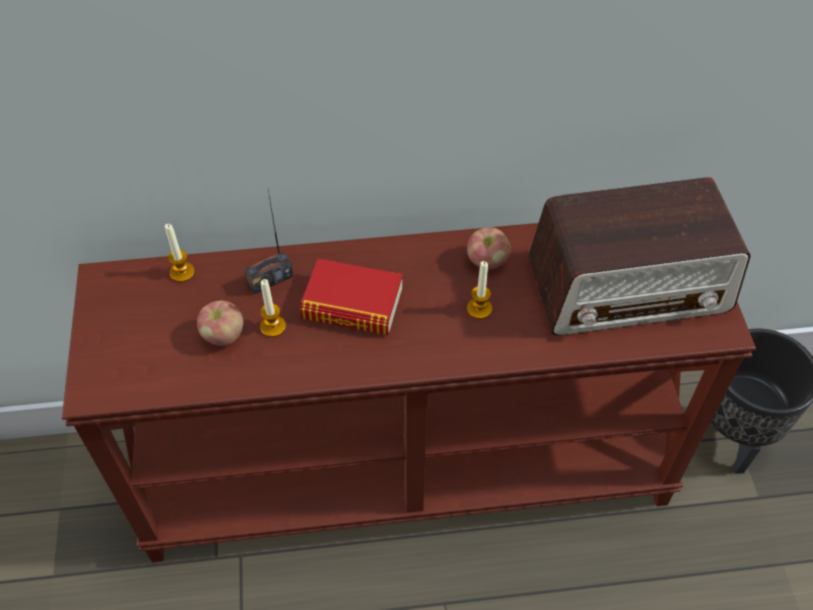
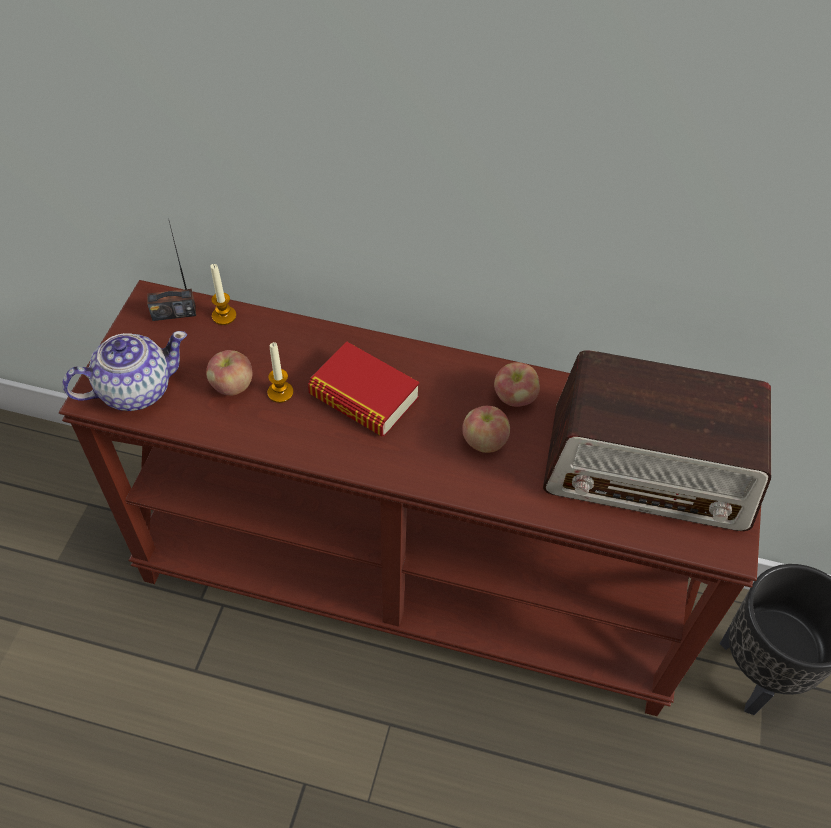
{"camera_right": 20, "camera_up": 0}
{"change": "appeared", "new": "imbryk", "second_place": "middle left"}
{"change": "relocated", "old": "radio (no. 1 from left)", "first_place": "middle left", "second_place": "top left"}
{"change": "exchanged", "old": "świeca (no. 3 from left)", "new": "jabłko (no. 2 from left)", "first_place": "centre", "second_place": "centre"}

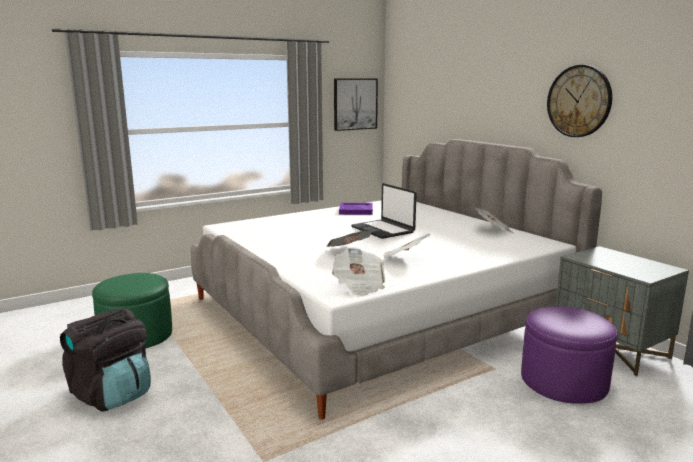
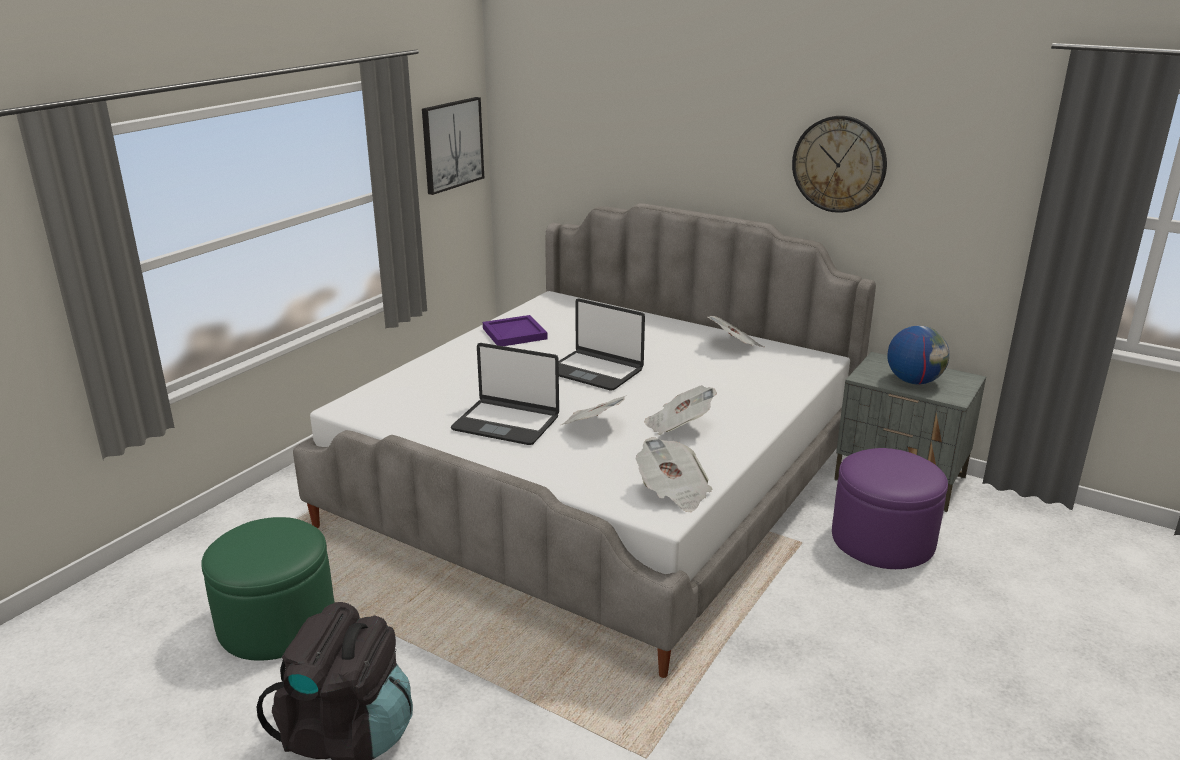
{"camera_right": -25, "camera_up": 10}
{"change": "appeared", "new": "laptop (no. 1 from left)", "second_place": "centre"}
{"change": "appeared", "new": "globus", "second_place": "middle right"}

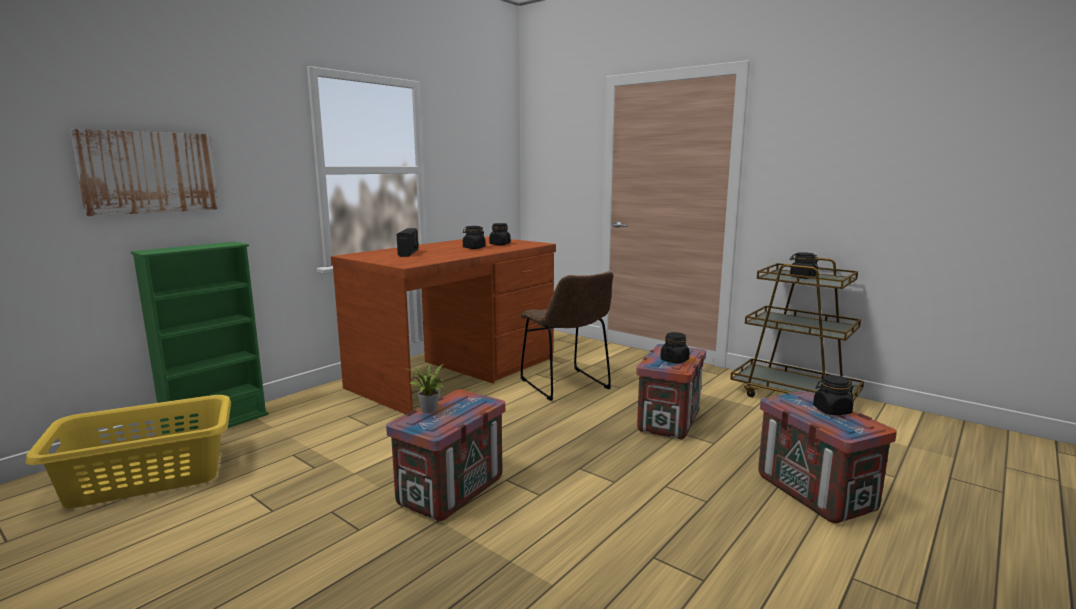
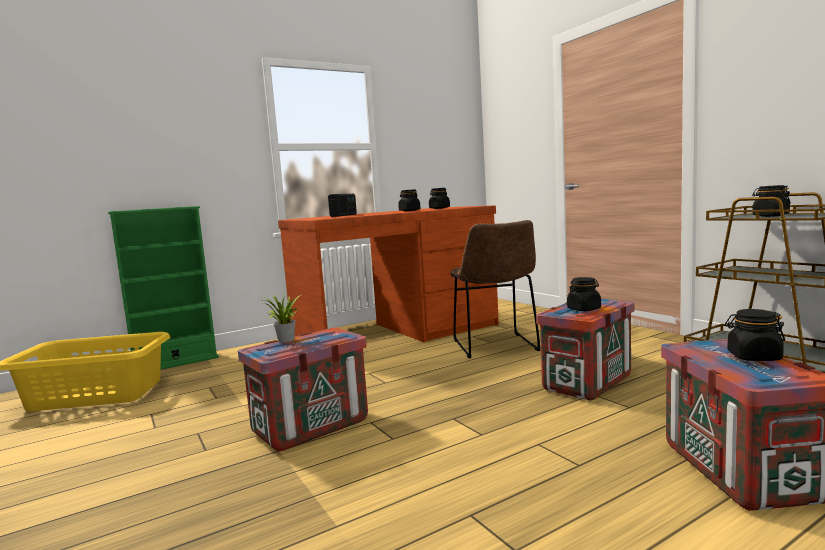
{"camera_right": 20, "camera_up": -5}
{"change": "missing", "old": "obraz", "first_place": "top left"}

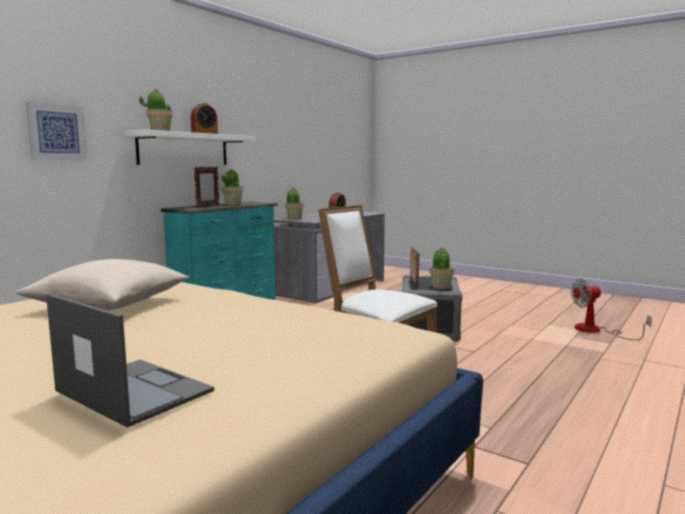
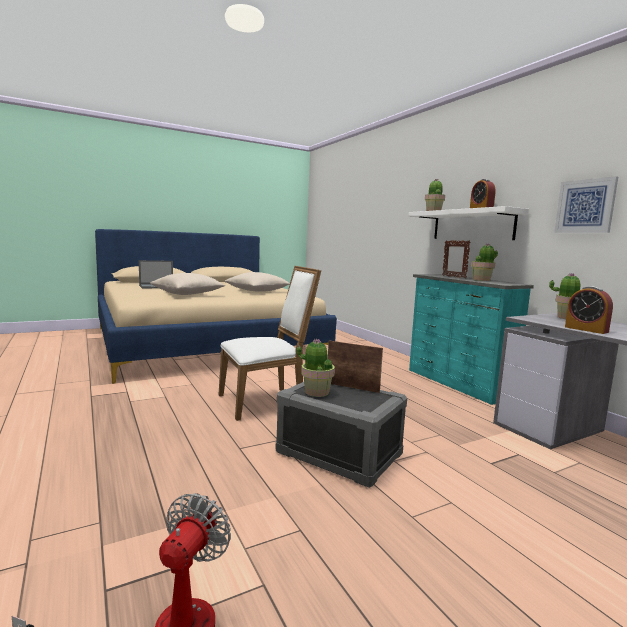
{"camera_right": 115, "camera_up": 0}
{"change": "appeared", "new": "poduszka [beżowy] (no. 1 from left)", "second_place": "middle left"}
{"change": "relocated", "old": "obraz", "first_place": "top left", "second_place": "top right"}

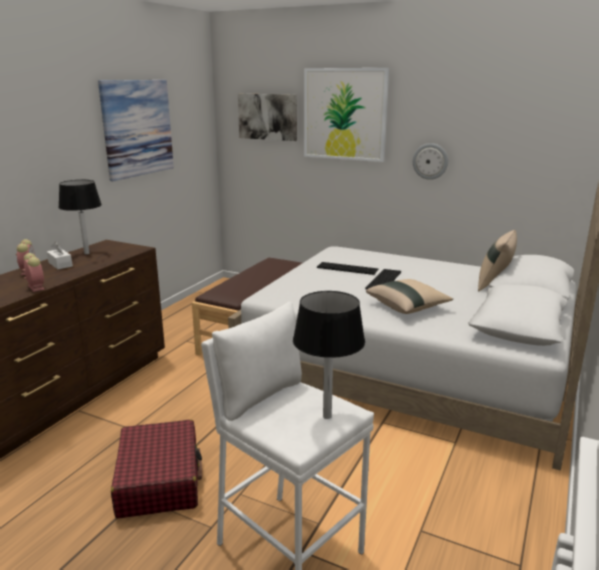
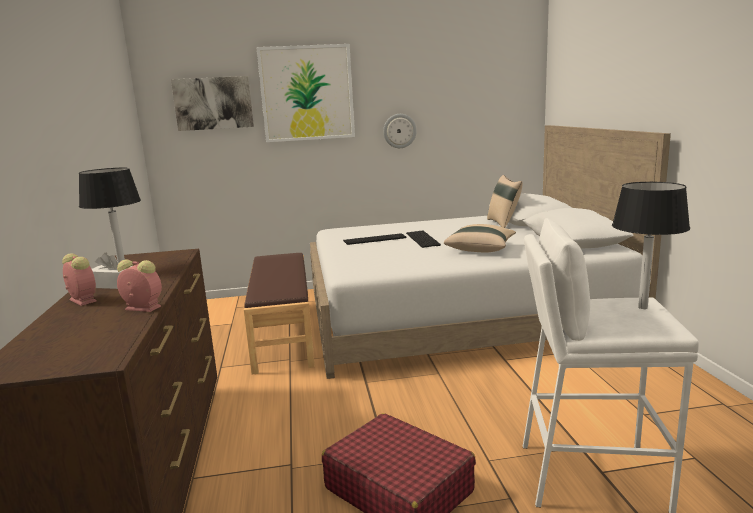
{"camera_right": -35, "camera_up": -5}
{"change": "missing", "old": "obraz (no. 1 from left)", "first_place": "top left"}

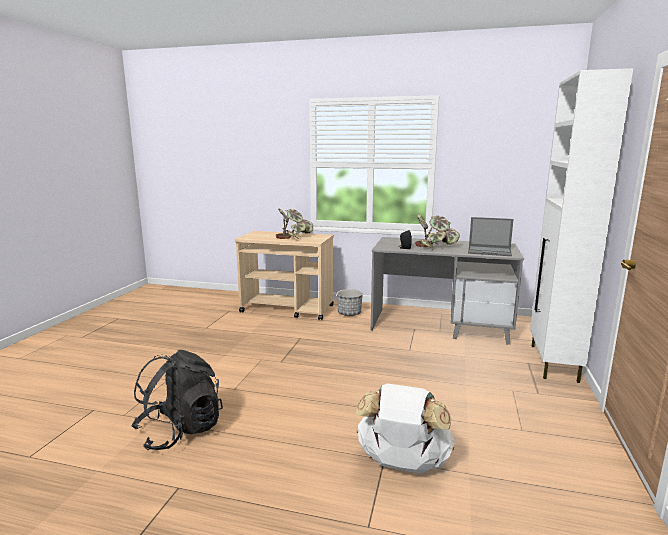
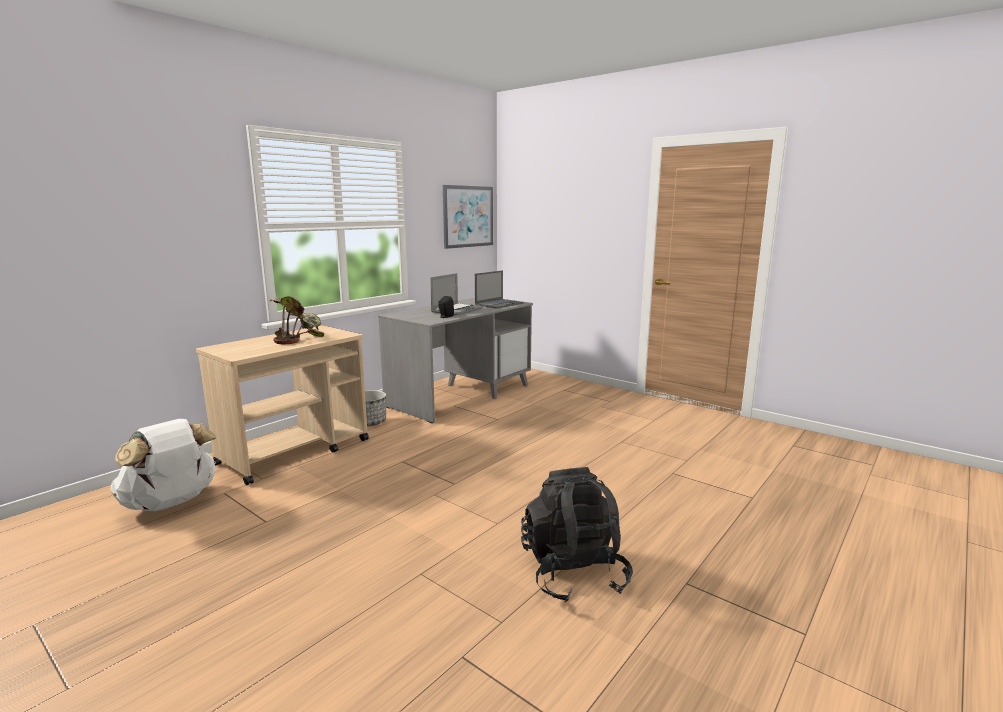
{"camera_right": -65, "camera_up": 0}
{"change": "relocated", "old": "plecak [biały]", "first_place": "bottom centre", "second_place": "middle left"}
{"change": "exchanged", "old": "roślina doniczkowa (no. 2 from left)", "new": "laptop (no. 1 from left)", "first_place": "centre", "second_place": "centre"}
{"change": "appeared", "new": "obraz", "second_place": "top centre"}
{"change": "missing", "old": "szafka [biały]", "first_place": "middle right"}

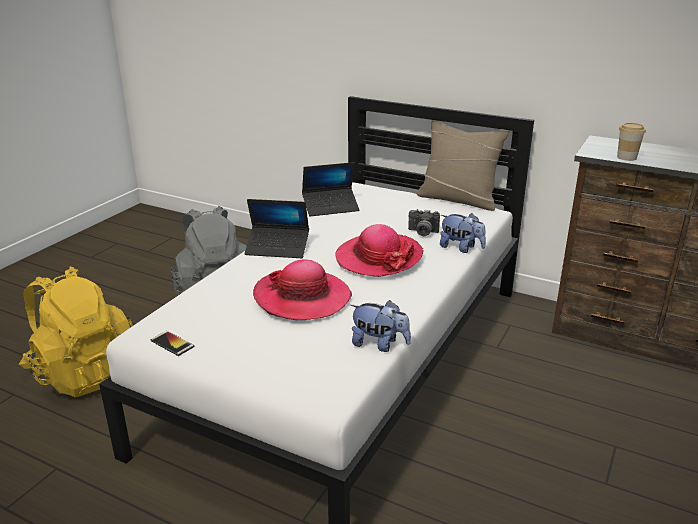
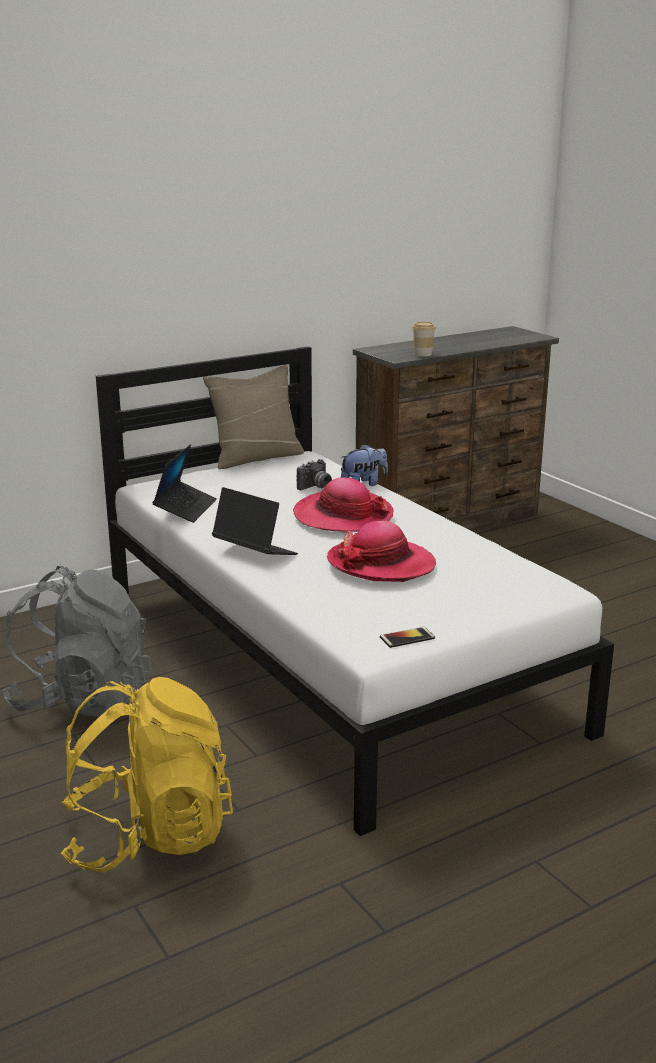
{"camera_right": -60, "camera_up": -5}
{"change": "spun", "old": "laptop (no. 1 from left in the first image)", "first_place": "centre", "second_place": "centre", "degrees": -90}
{"change": "missing", "old": "pluszak (no. 1 from left)", "first_place": "centre"}

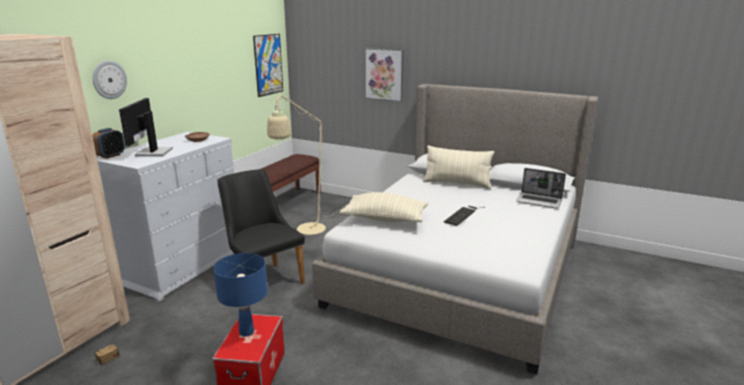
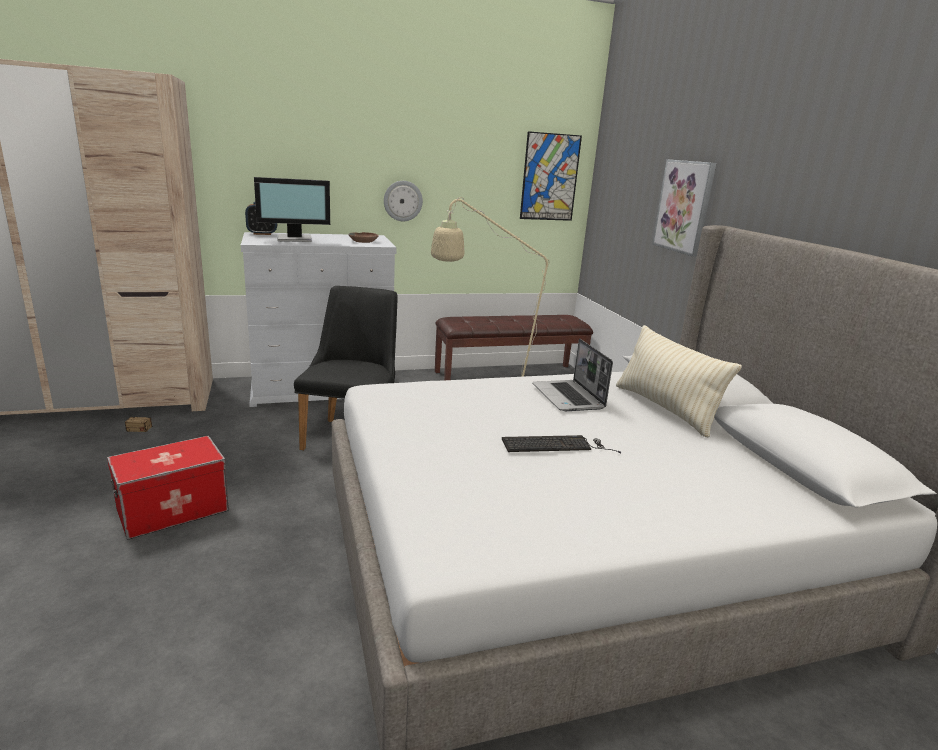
{"camera_right": 45, "camera_up": 0}
{"change": "spun", "old": "monitor", "first_place": "top left", "second_place": "top left", "degrees": -150}
{"change": "relocated", "old": "zegar ścienny", "first_place": "top left", "second_place": "top centre"}
{"change": "relocated", "old": "laptop", "first_place": "middle right", "second_place": "centre"}
{"change": "missing", "old": "lampa stołowa [niebieski]", "first_place": "bottom left"}
{"change": "missing", "old": "poduszka [beżowy] (no. 1 from left)", "first_place": "centre"}

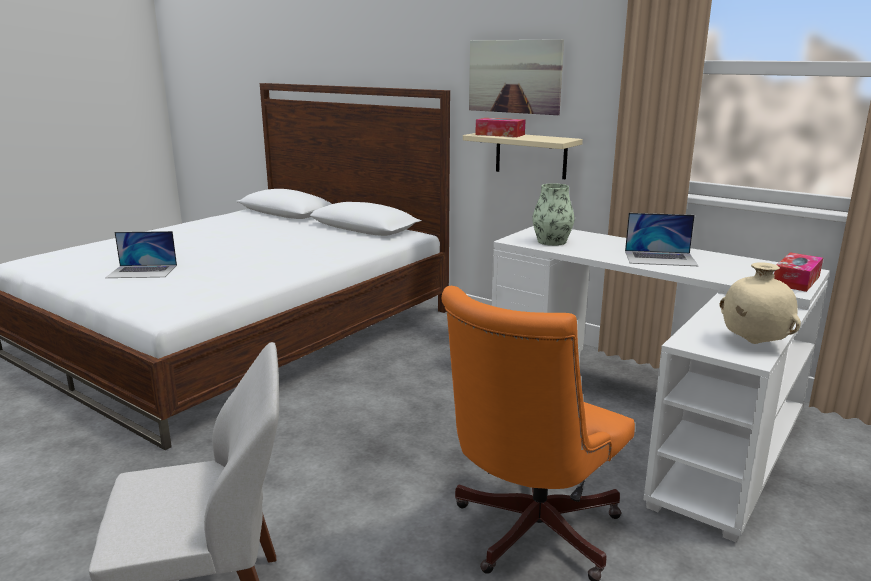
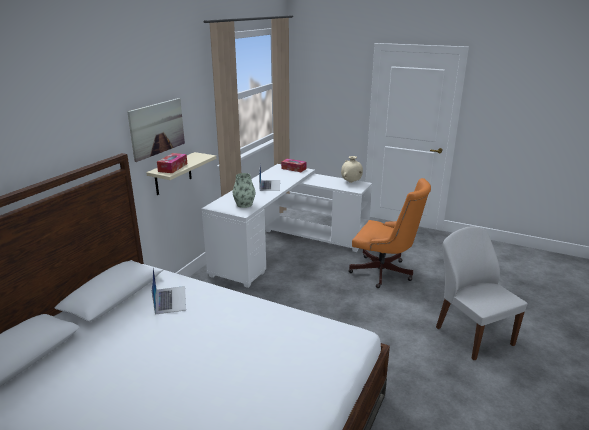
{"camera_right": -100, "camera_up": 5}
{"change": "relocated", "old": "laptop (no. 1 from left)", "first_place": "middle left", "second_place": "bottom left"}

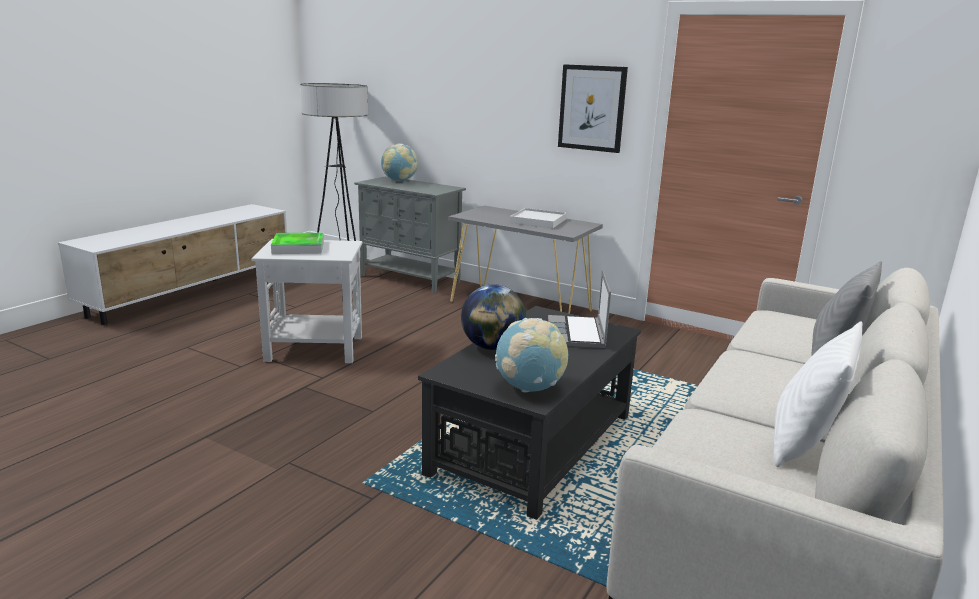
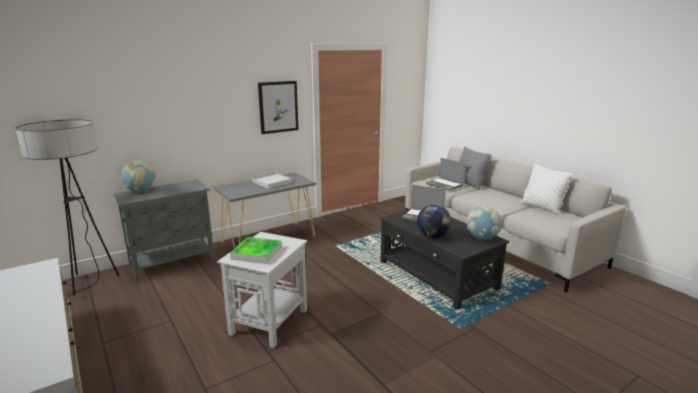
{"camera_right": -65, "camera_up": 0}
{"change": "appeared", "new": "laptop (no. 2 from left)", "second_place": "centre"}

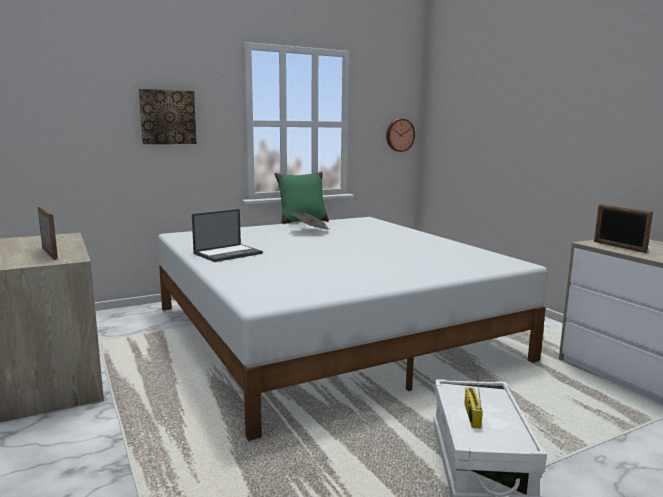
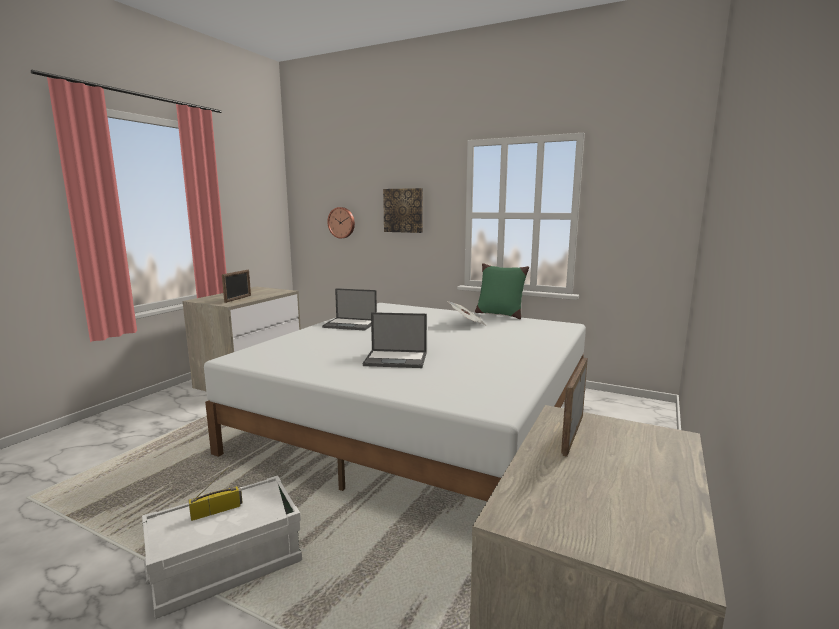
{"camera_right": 55, "camera_up": 0}
{"change": "relocated", "old": "zegar ścienny", "first_place": "top centre", "second_place": "centre"}
{"change": "appeared", "new": "laptop (no. 2 from left)", "second_place": "centre"}

